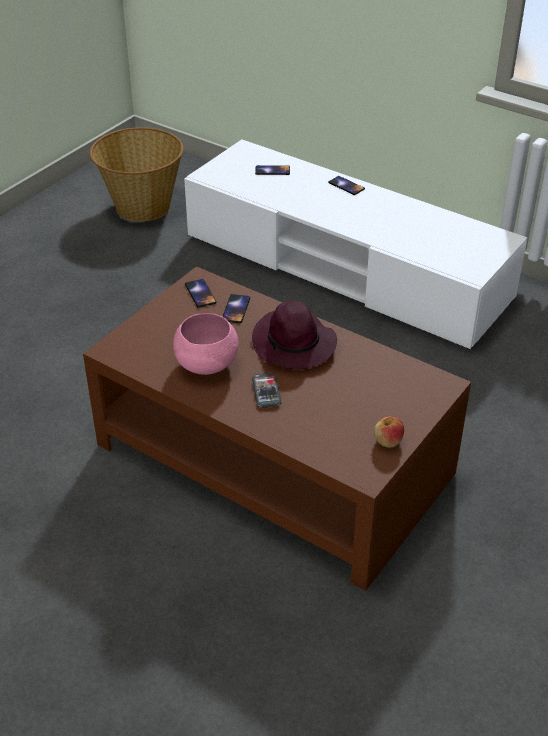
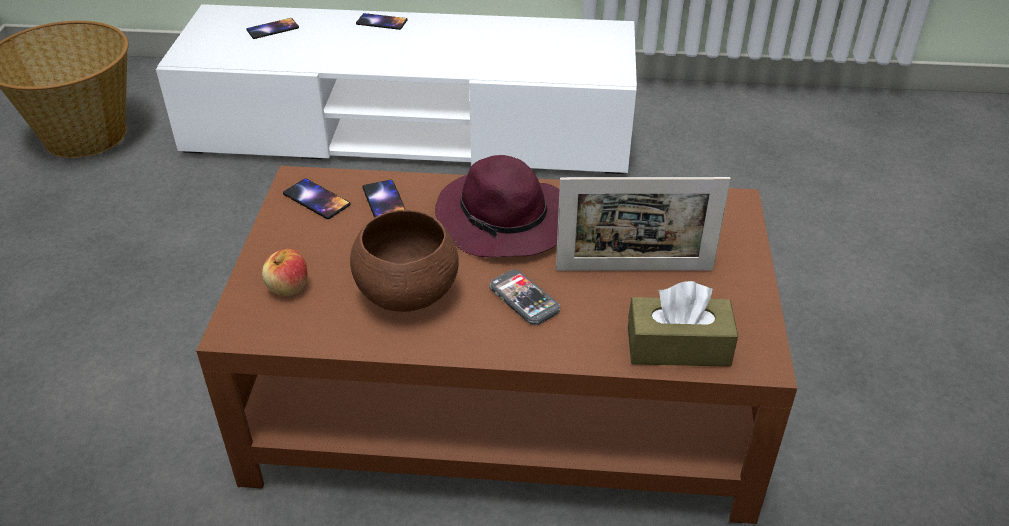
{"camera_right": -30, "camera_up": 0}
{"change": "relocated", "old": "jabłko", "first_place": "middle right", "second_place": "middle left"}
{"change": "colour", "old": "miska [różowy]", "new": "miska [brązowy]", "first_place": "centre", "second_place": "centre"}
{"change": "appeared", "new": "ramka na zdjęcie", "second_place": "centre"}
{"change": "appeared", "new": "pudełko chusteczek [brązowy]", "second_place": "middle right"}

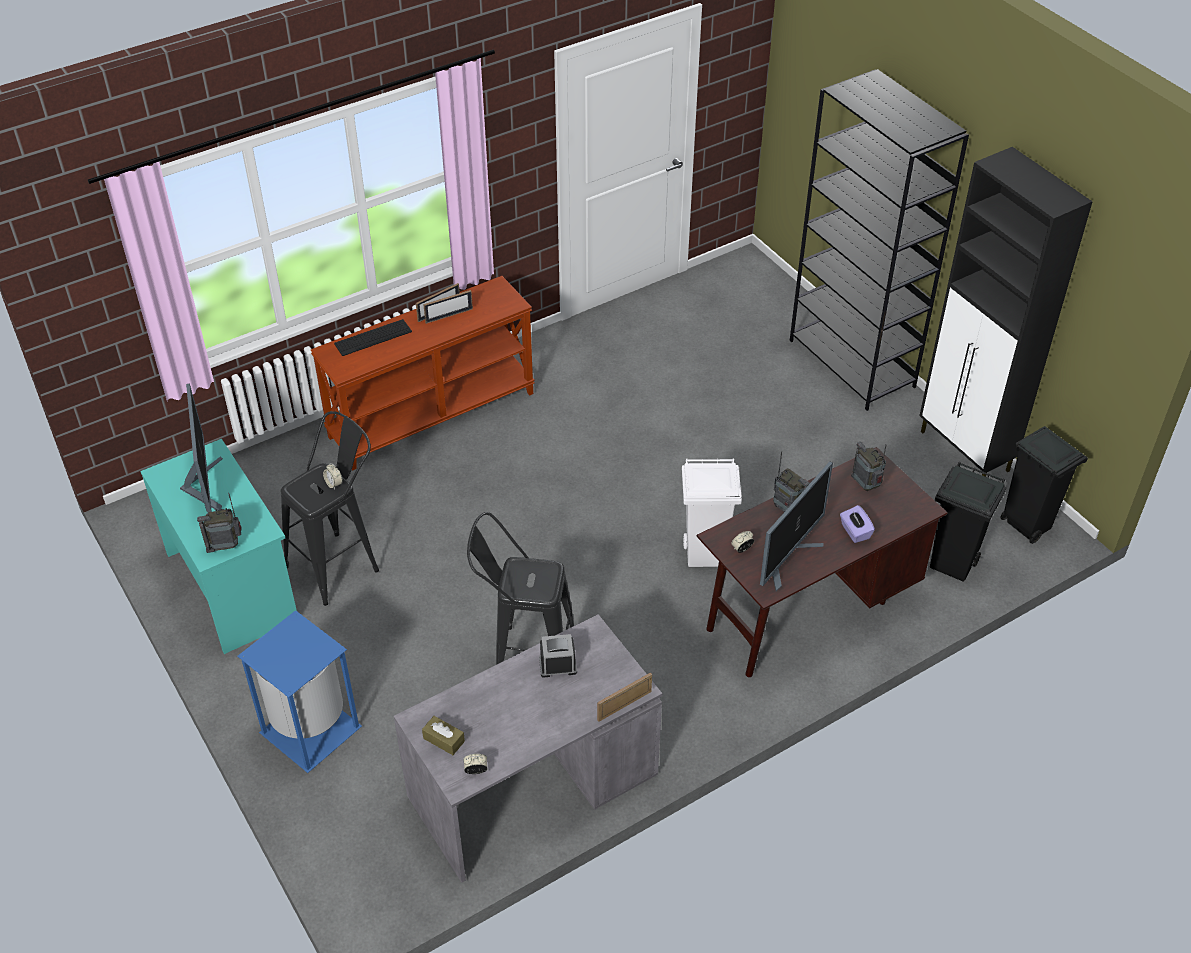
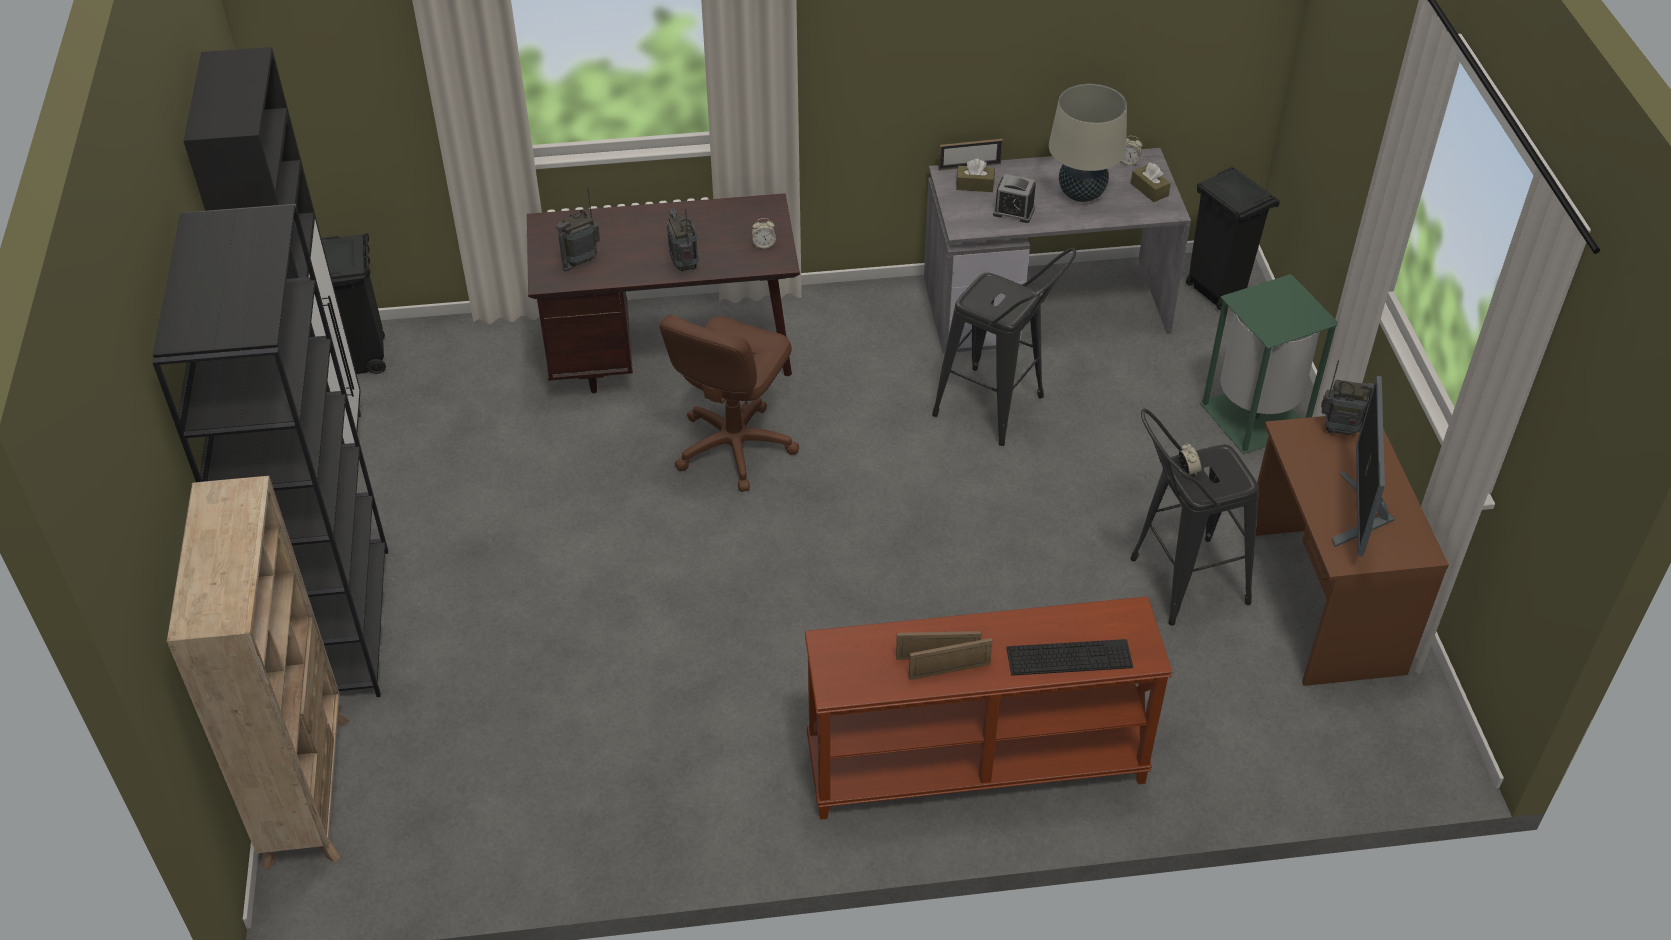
{"camera_right": -155, "camera_up": 0}
{"change": "appeared", "new": "regał [beżowy]", "second_place": "bottom left"}
{"change": "spun", "old": "radio (no. 3 from left in the first image)", "first_place": "middle right", "second_place": "top centre", "degrees": 60}
{"change": "exchanged", "old": "kosz na śmieci [biały]", "new": "krzesło biurowe [brązowy]", "first_place": "centre", "second_place": "centre"}
{"change": "appeared", "new": "pudełko chusteczek [brązowy] (no. 1 from left)", "second_place": "top centre"}
{"change": "appeared", "new": "lampa stołowa [beżowy]", "second_place": "top centre"}
{"change": "relocated", "old": "kosz na śmieci [czarny] (no. 1 from left in the first image)", "new": "kosz na śmieci [czarny] (no. 2 from left)", "first_place": "middle right", "second_place": "top right"}
{"change": "colour", "old": "kosz na śmieci [niebieski]", "new": "kosz na śmieci [zielony]", "first_place": "bottom left", "second_place": "middle right"}
{"change": "colour", "old": "biurko [turkusowy]", "new": "biurko [brązowy] (no. 2 from left)", "first_place": "middle left", "second_place": "middle right"}
{"change": "missing", "old": "monitor (no. 2 from left)", "first_place": "middle right"}
{"change": "missing", "old": "pudełko chusteczek [fioletowy]", "first_place": "middle right"}

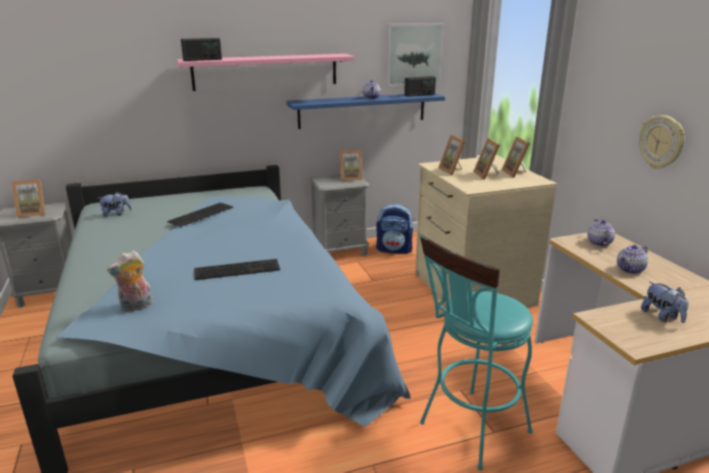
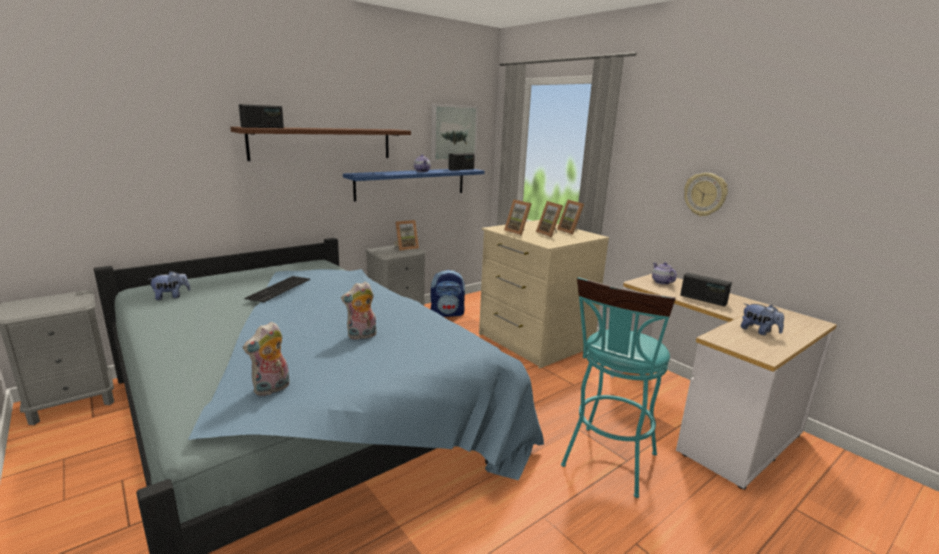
{"camera_right": -20, "camera_up": -5}
{"change": "colour", "old": "półka [różowy]", "new": "półka [brązowy]", "first_place": "top centre", "second_place": "top centre"}
{"change": "exchanged", "old": "klawiatura (no. 2 from left)", "new": "pluszak (no. 3 from left)", "first_place": "centre", "second_place": "centre"}
{"change": "exchanged", "old": "imbryk (no. 3 from left)", "new": "radio (no. 3 from left)", "first_place": "middle right", "second_place": "middle right"}
{"change": "missing", "old": "ramka na zdjęcie (no. 1 from left)", "first_place": "middle left"}

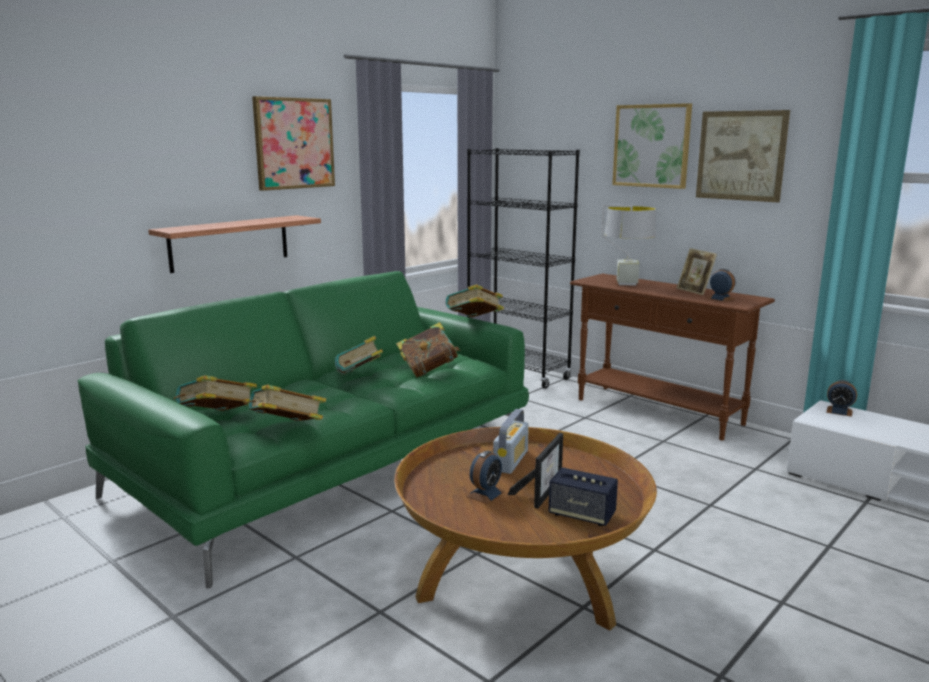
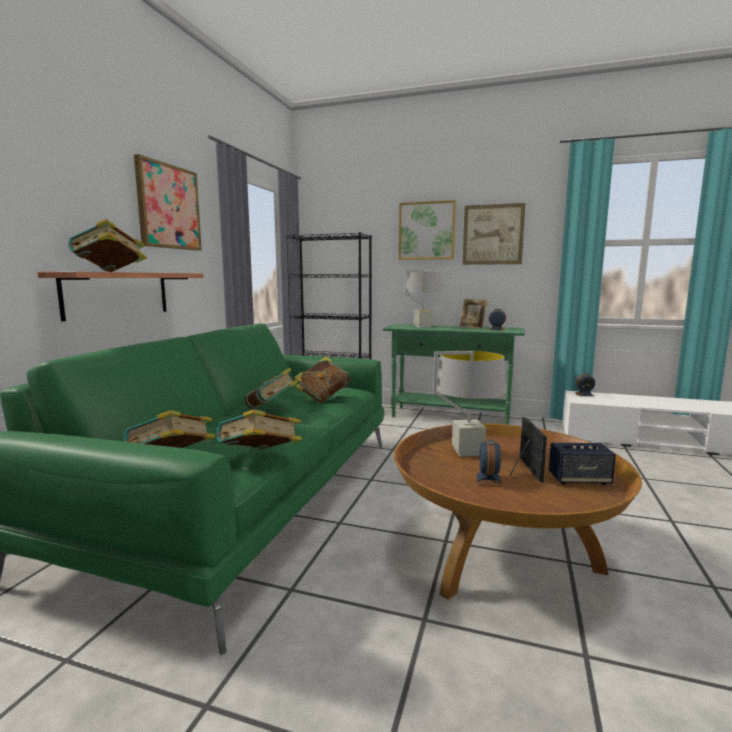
{"camera_right": -25, "camera_up": -5}
{"change": "relocated", "old": "książka (no. 5 from left in the first image)", "new": "książka (no. 1 from left)", "first_place": "centre", "second_place": "middle left"}
{"change": "colour", "old": "stolik konsolowy [brązowy]", "new": "stolik konsolowy [zielony]", "first_place": "middle right", "second_place": "centre"}
{"change": "exchanged", "old": "radio", "new": "lampa stołowa [szary] (no. 2 from left)", "first_place": "centre", "second_place": "centre"}

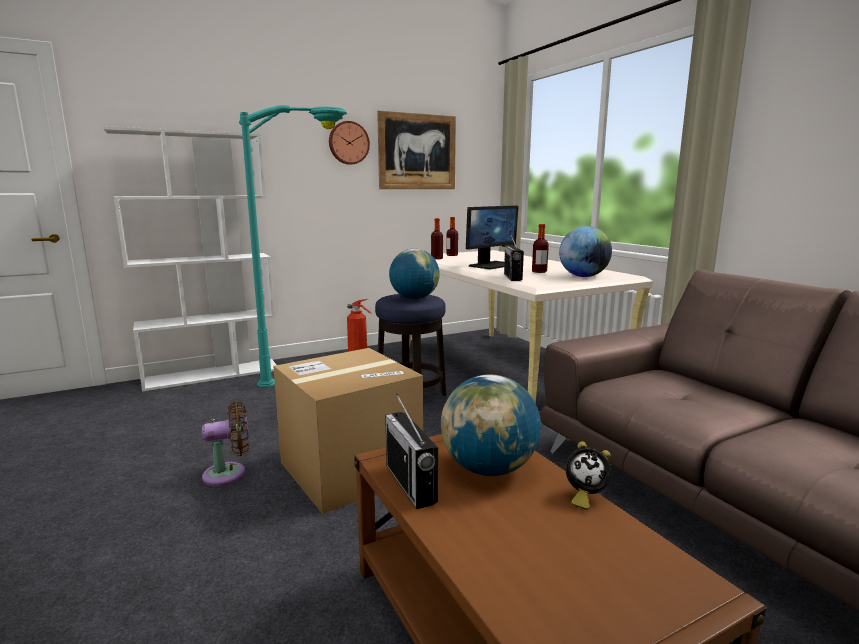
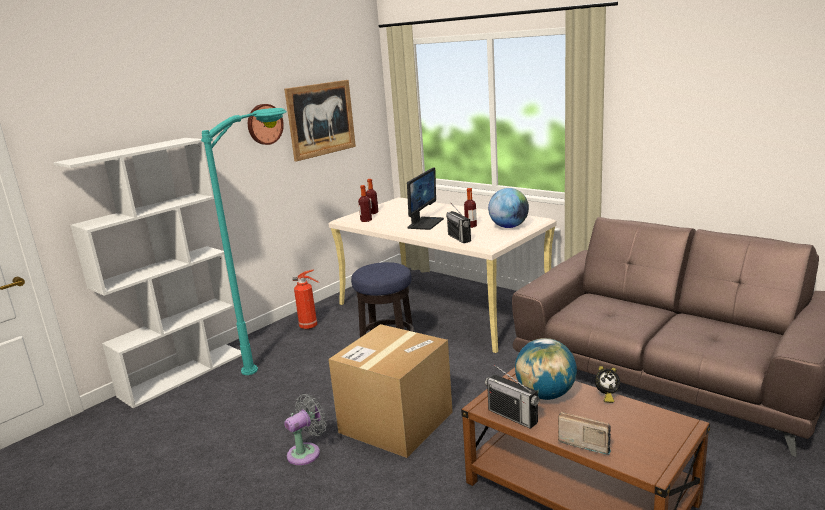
{"camera_right": -20, "camera_up": 5}
{"change": "colour", "old": "wentylator [brązowy]", "new": "wentylator [szary]", "first_place": "bottom left", "second_place": "bottom centre"}
{"change": "appeared", "new": "radio (no. 3 from left)", "second_place": "bottom right"}
{"change": "missing", "old": "globus (no. 1 from left)", "first_place": "centre"}

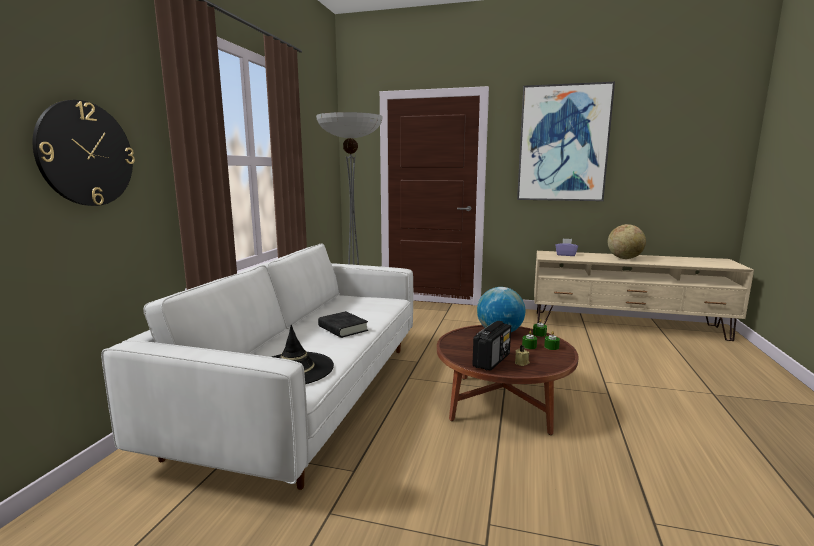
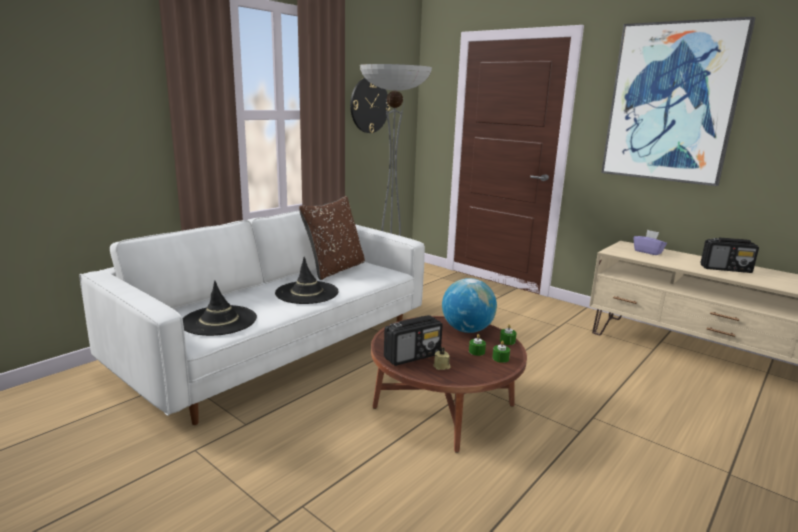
{"camera_right": 25, "camera_up": 5}
{"change": "exchanged", "old": "książka [czarny]", "new": "kapelusz [czarny] (no. 2 from left)", "first_place": "centre", "second_place": "centre"}
{"change": "appeared", "new": "poduszka [brązowy]", "second_place": "centre"}
{"change": "relocated", "old": "zegar ścienny", "first_place": "top left", "second_place": "top centre"}
{"change": "exchanged", "old": "globus (no. 2 from left)", "new": "radio (no. 2 from left)", "first_place": "middle right", "second_place": "middle right"}

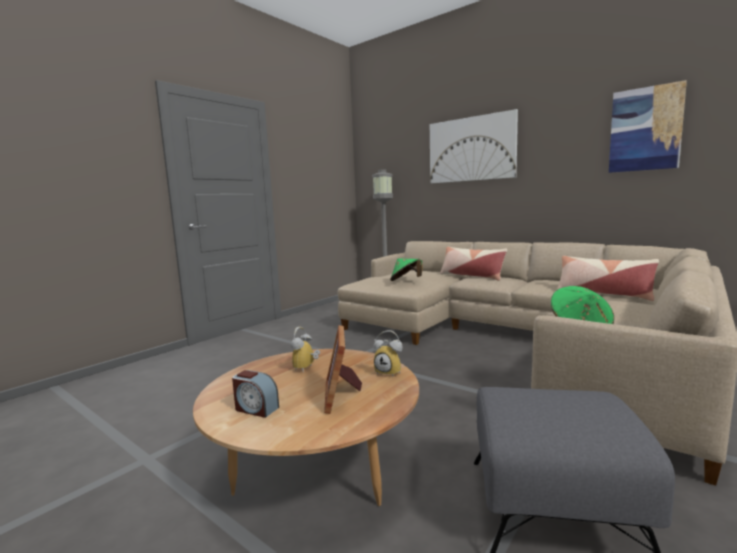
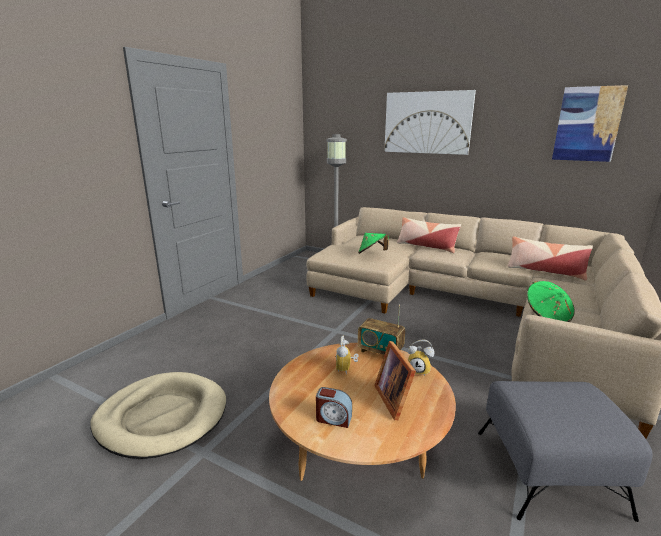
{"camera_right": -10, "camera_up": 10}
{"change": "appeared", "new": "legowisko [beżowy]", "second_place": "bottom left"}
{"change": "appeared", "new": "radio", "second_place": "centre"}

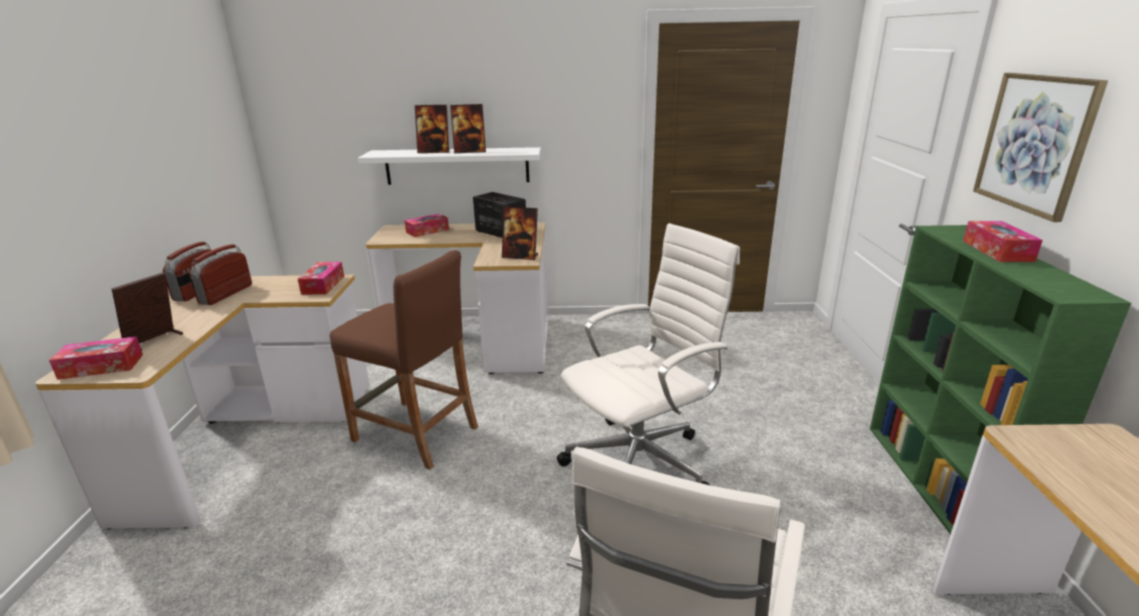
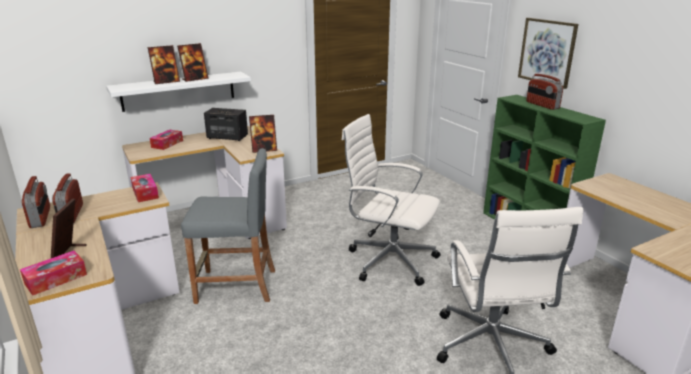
{"camera_right": -30, "camera_up": 0}
{"change": "colour", "old": "stołek [brązowy]", "new": "stołek [szary]", "first_place": "centre", "second_place": "middle left"}
{"change": "spun", "old": "krzesło biurowe [biały] (no. 1 from left)", "first_place": "centre", "second_place": "centre", "degrees": -90}
{"change": "exchanged", "old": "pudełko chusteczek (no. 4 from left)", "new": "radio (no. 3 from left)", "first_place": "middle right", "second_place": "top right"}

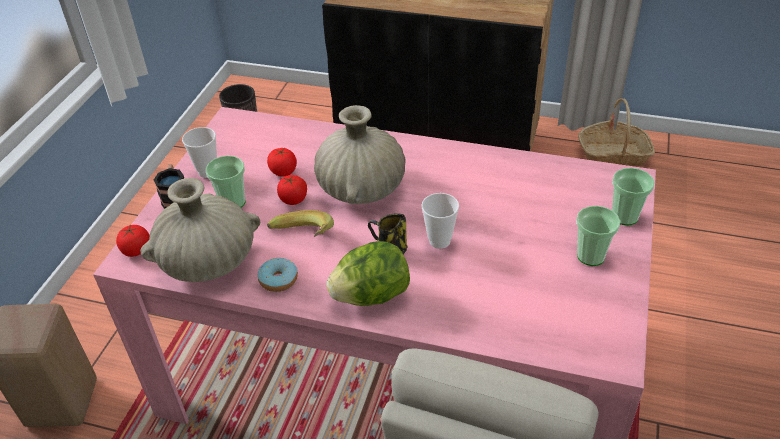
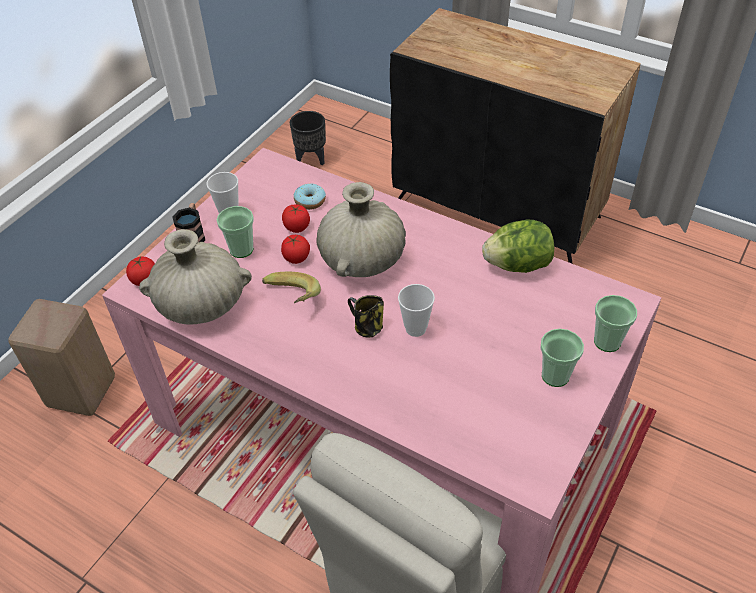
{"camera_right": 15, "camera_up": 5}
{"change": "relocated", "old": "donut", "first_place": "centre", "second_place": "top centre"}
{"change": "relocated", "old": "sałata", "first_place": "centre", "second_place": "middle right"}
{"change": "missing", "old": "koszyk", "first_place": "top right"}

